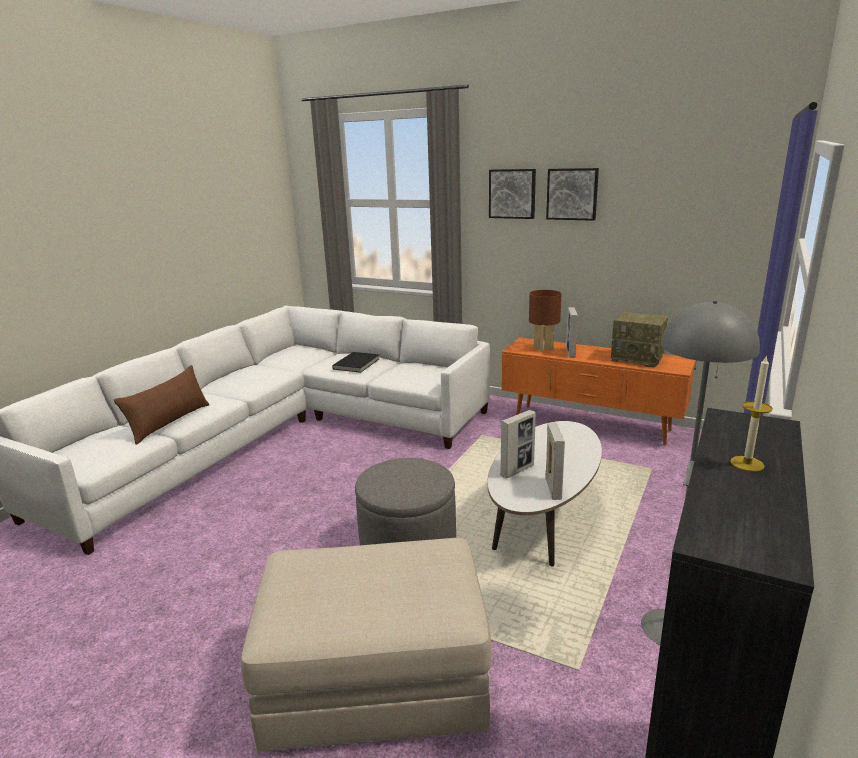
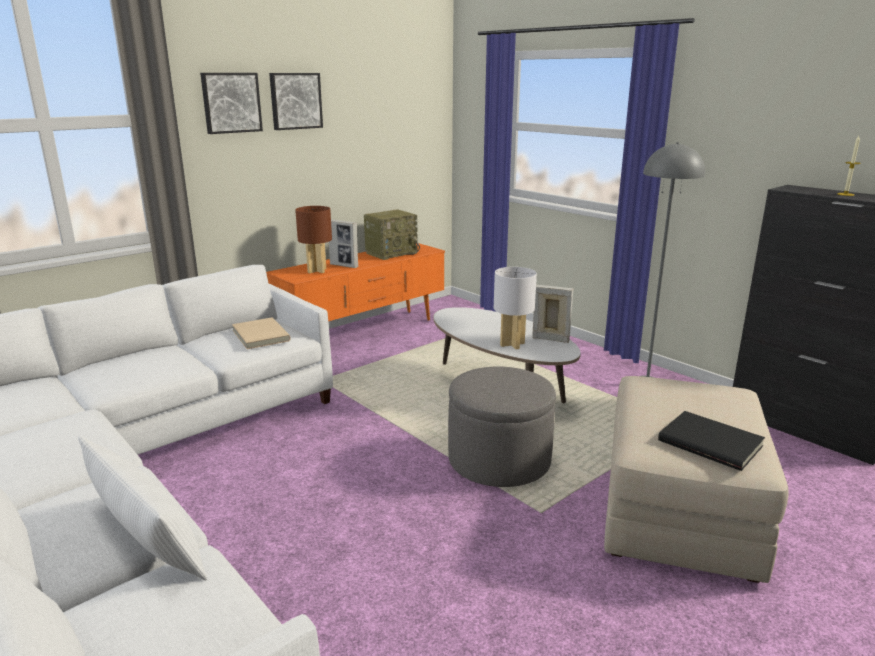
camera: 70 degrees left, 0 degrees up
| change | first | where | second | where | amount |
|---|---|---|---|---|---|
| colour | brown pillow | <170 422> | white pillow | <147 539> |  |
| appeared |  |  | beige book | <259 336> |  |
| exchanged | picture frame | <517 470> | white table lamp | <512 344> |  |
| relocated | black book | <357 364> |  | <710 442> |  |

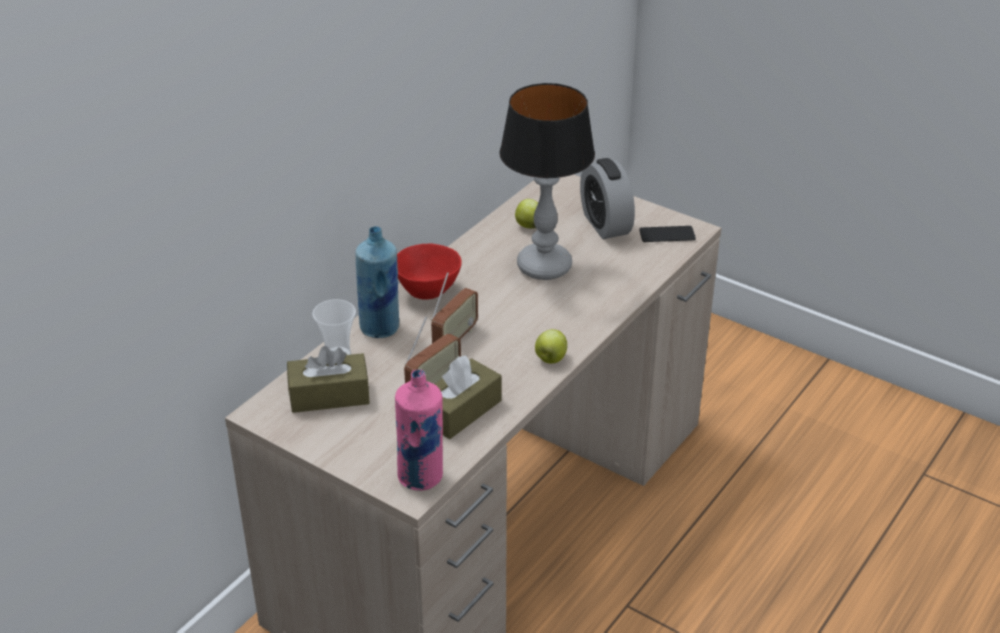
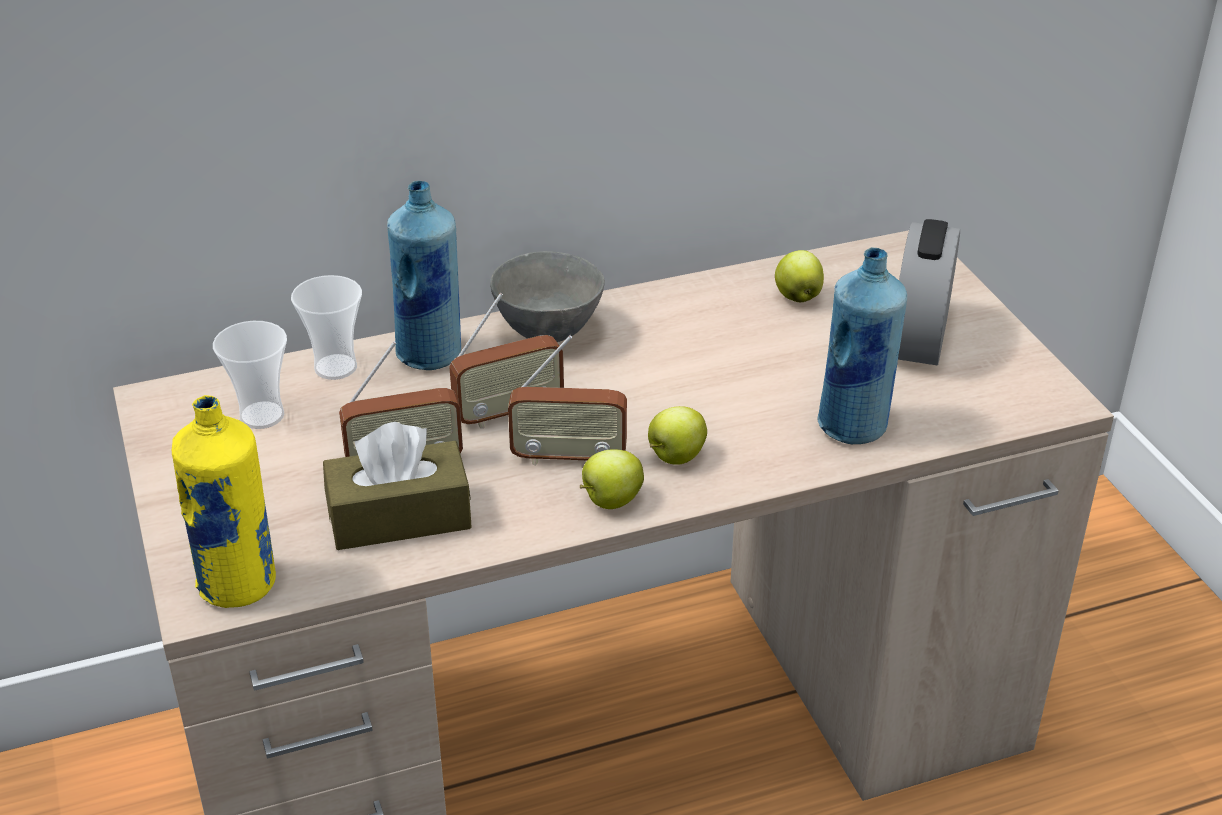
camera: 35 degrees right, 0 degrees up
| change | first | where | second | where | amount |
|---|---|---|---|---|---|
| colour | pink bottle | <421 477> | yellow bottle | <238 585> |  |
| exchanged | brown tissue box | <329 395> | cup | <262 416> |  |
| colour | red bowl | <428 292> | grey bowl | <549 332> |  |
| appeared |  |  | radio | <568 458> |  |
| appeared |  |  | apple | <675 457> |  |
| appeared |  |  | blue bottle | <853 427> |  |
| missing | table lamp | <543 266> |  |  |  |
| missing | phone | <667 235> |  |  |  |

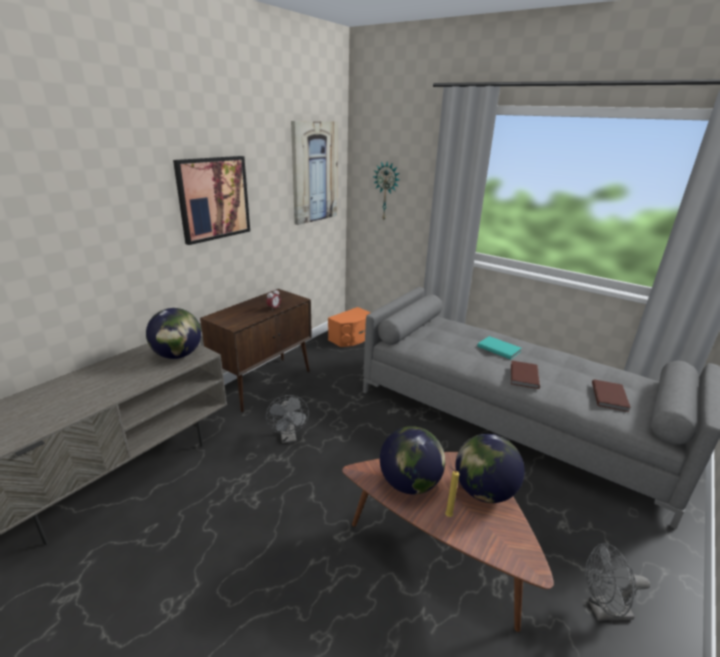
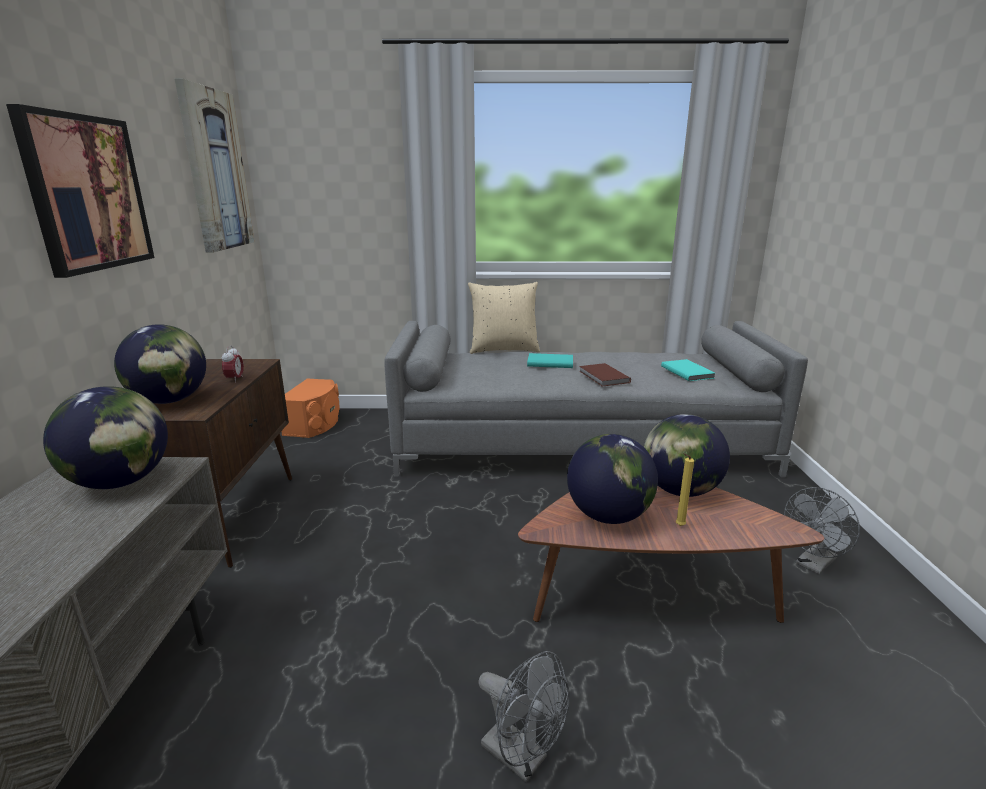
camera: 35 degrees left, 5 degrees down
| change | first | where | second | where | amount |
|---|---|---|---|---|---|
| appeared |  |  | globe | <170 401> |  |
| appeared |  |  | beige pillow | <503 349> |  |
| relocated | grey fan | <289 438> |  | <522 758> |  |
| colour | brown book | <610 396> | turquoise book | <687 372> |  |
| missing | wall clock | <386 191> |  |  |  |

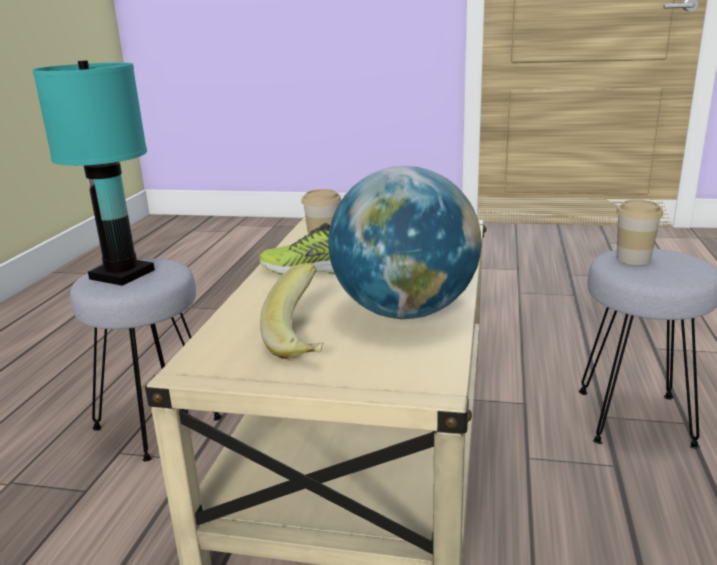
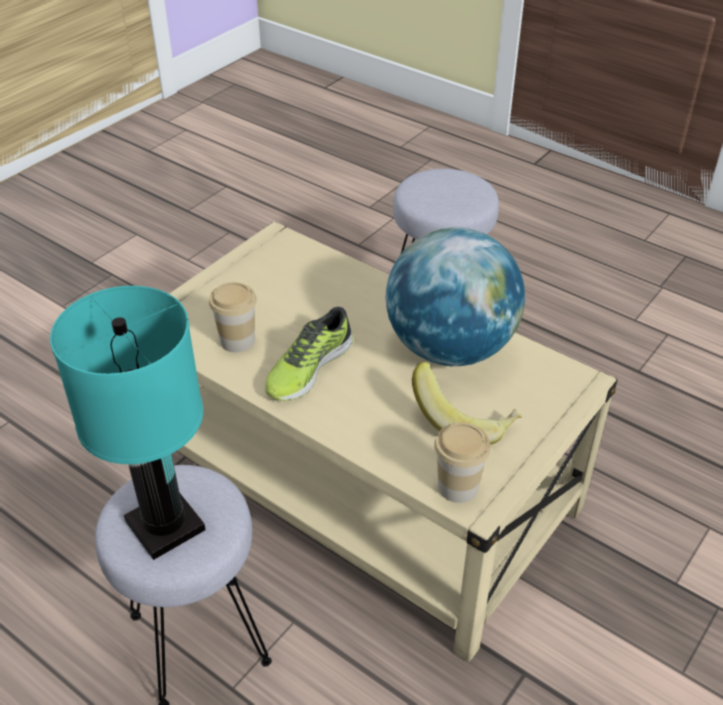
camera: 65 degrees left, 20 degrees up
| change | first | where | second | where | amount |
|---|---|---|---|---|---|
| relocated | cup | <633 259> |  | <458 487> |  |

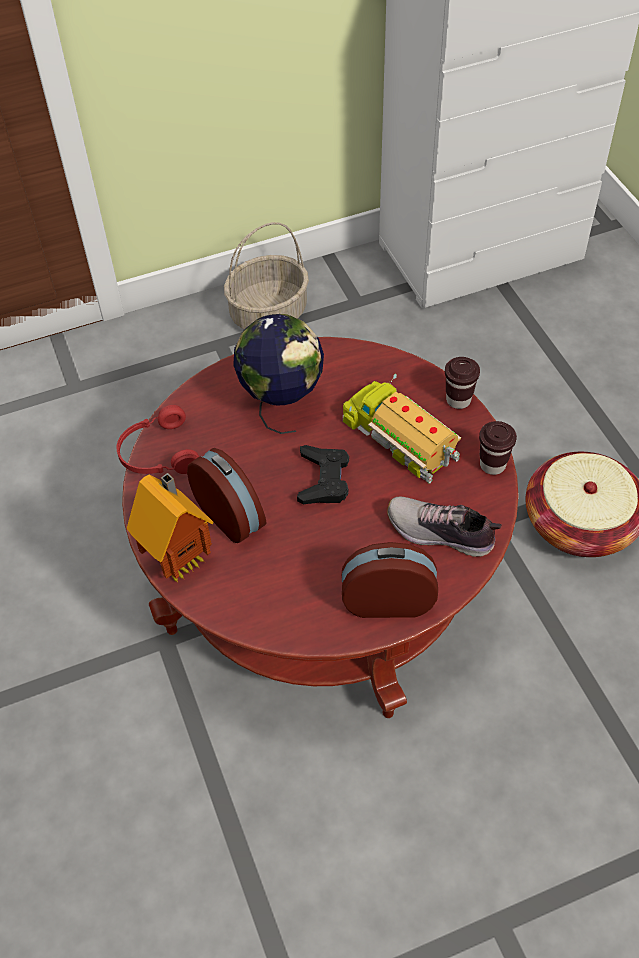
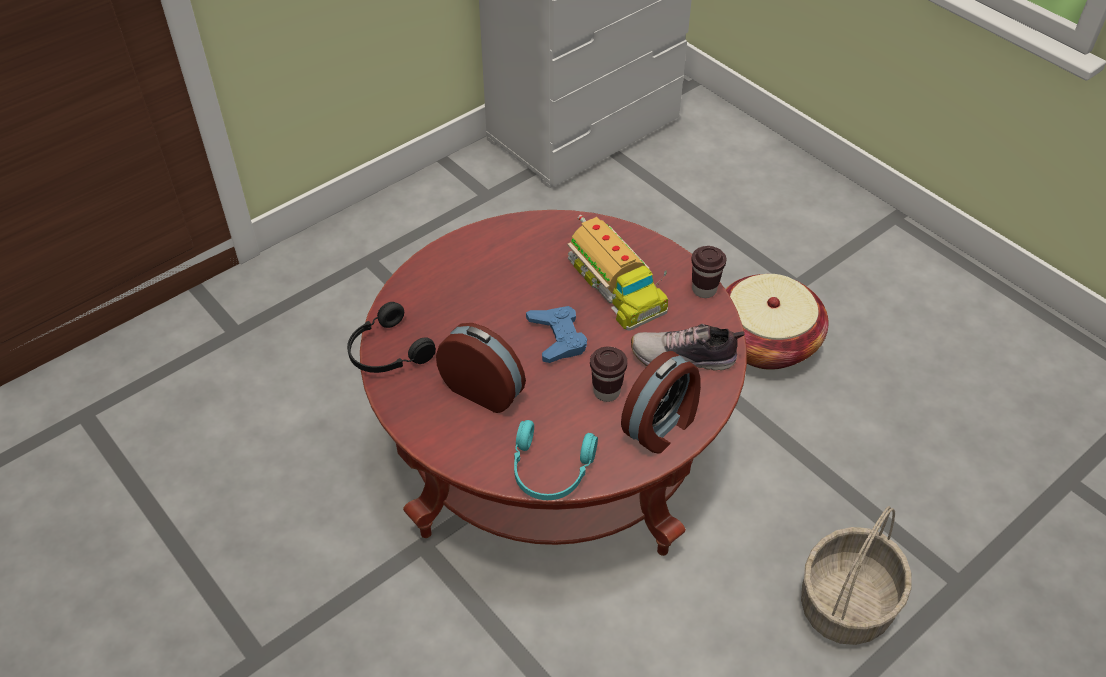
camera: 20 degrees left, 5 degrees down
| change | first | where | second | where | amount |
|---|---|---|---|---|---|
| colour | red headphones | <157 453> | black headphones | <387 352> |  |
| appeared |  |  | turquoise headphones | <550 471> |  |
| colour | black game controller | <323 479> | blue game controller | <557 337> |  |
| spun | toy truck | <402 438> |  | <614 286> | 150 degrees counterclockwise |
| relocated | brown cup | <458 400> |  | <606 392> |  |
| spun | alarm clock | <388 599> |  | <661 426> | 150 degrees clockwise |
| relocated | basket | <268 314> |  | <846 605> |  |
| missing | toy house | <181 560> |  |  |  |
| missing | globe | <282 405> |  |  |  |

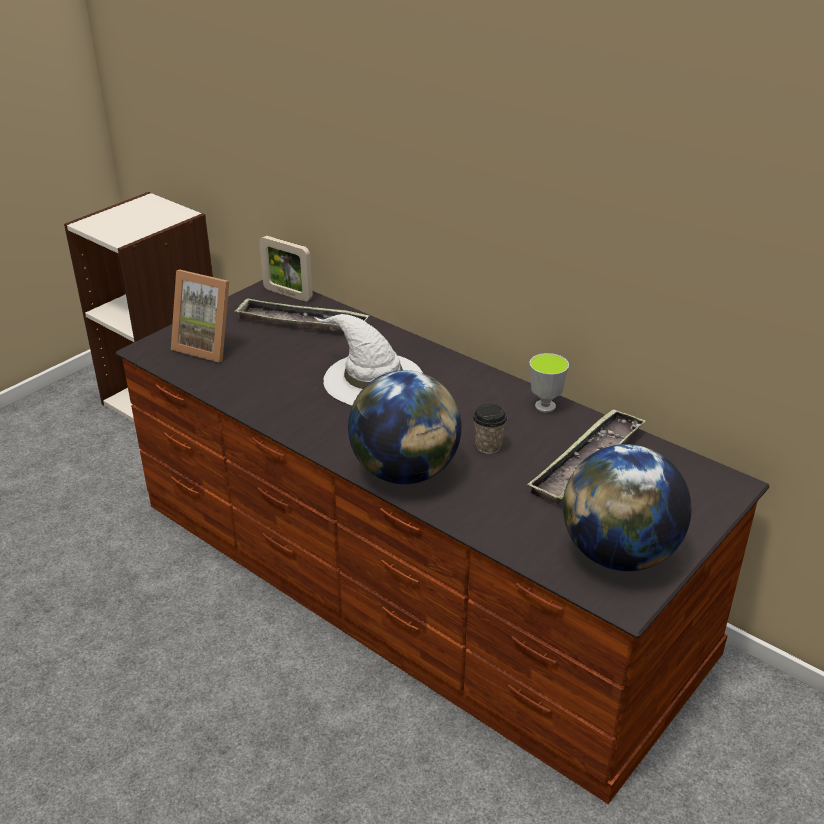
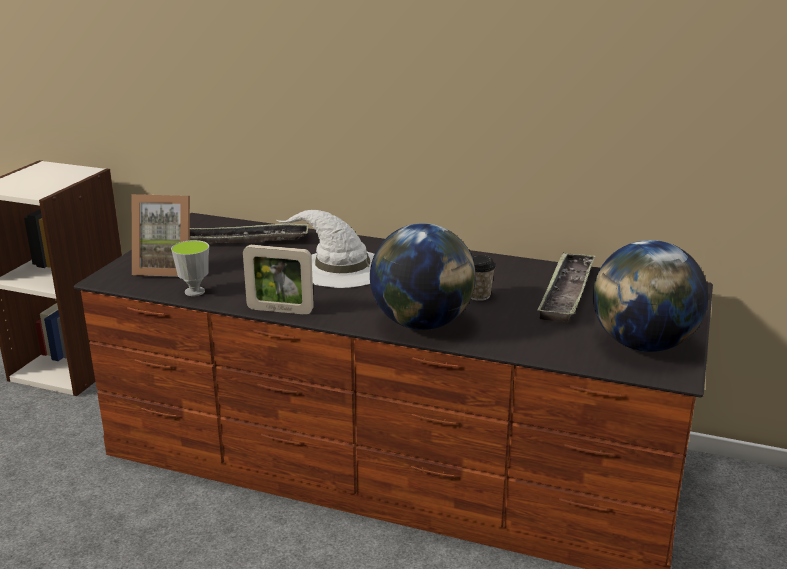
camera: 20 degrees left, 10 degrees down
| change | first | where | second | where | amount |
|---|---|---|---|---|---|
| relocated | cup | <545 406> |  | <194 292> |  |
| relocated | picture frame | <288 294> |  | <280 310> |  |

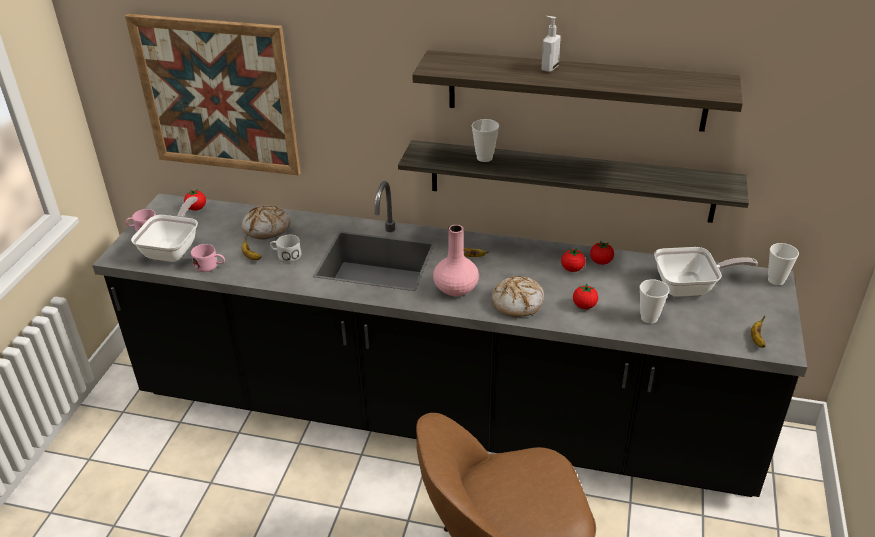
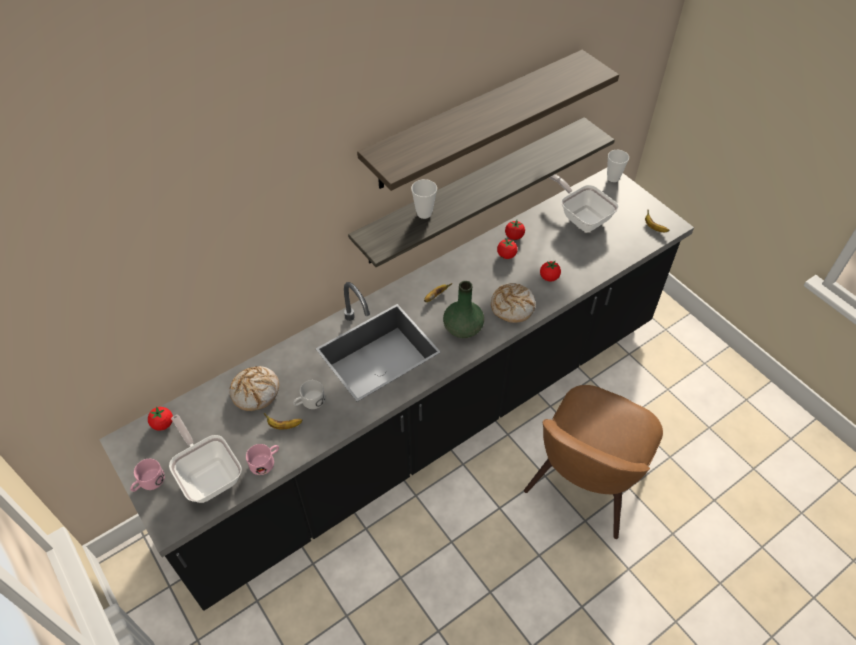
camera: 50 degrees left, 15 degrees up
| change | first | where | second | where | amount |
|---|---|---|---|---|---|
| colour | pink vase | <456 289> | green vase | <463 328> |  |
| spun | frying pan | <690 287> |  | <582 217> | 75 degrees counterclockwise |
| missing | picture | <217 95> |  |  |  |
| missing | soap dispenser | <549 68> |  |  |  |
| missing | cup | <649 318> |  |  |  |

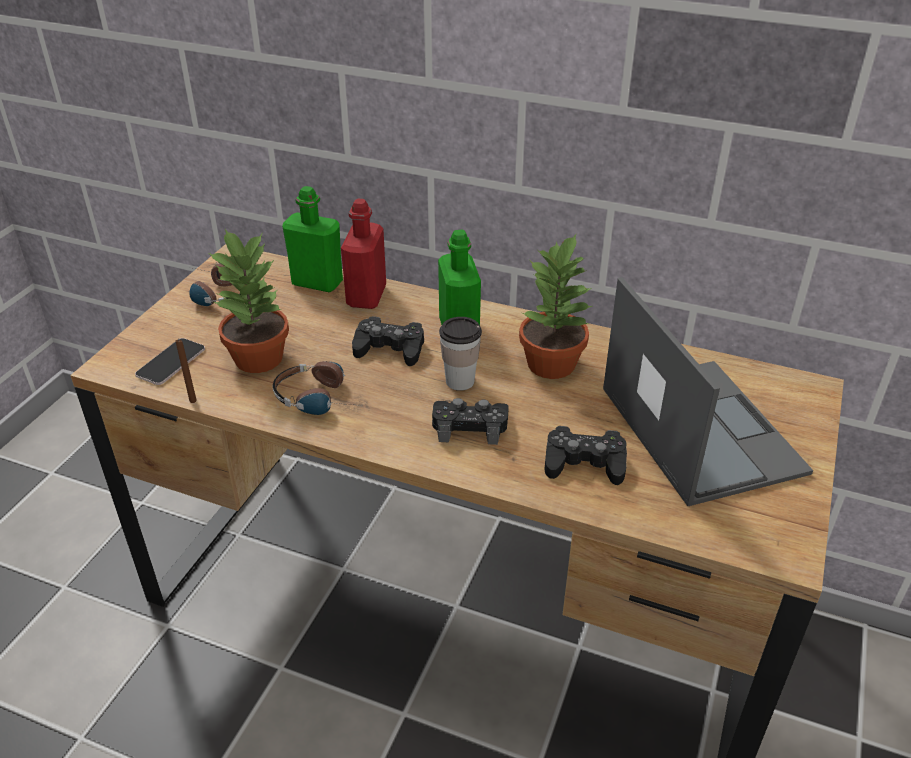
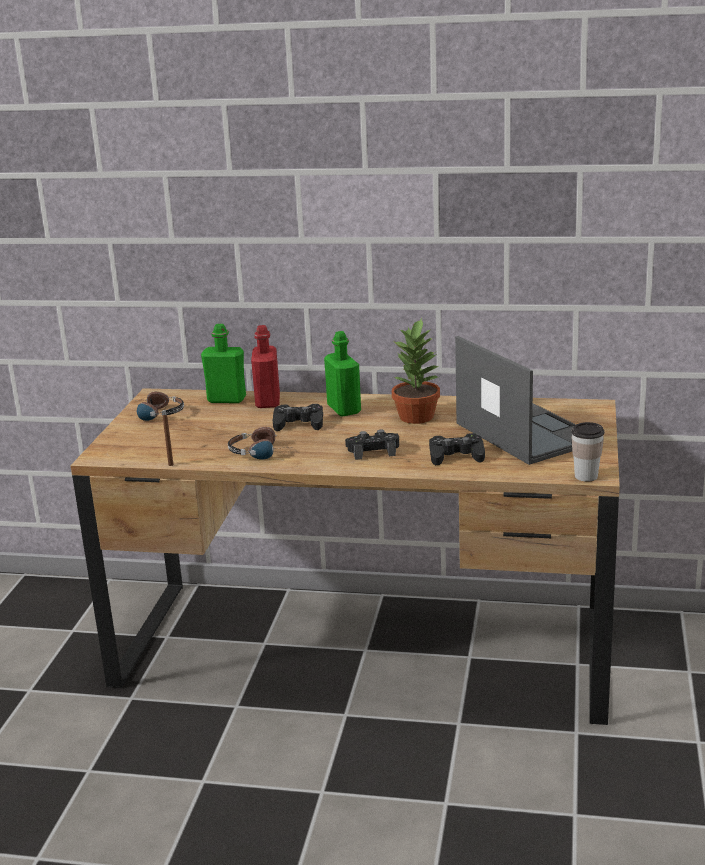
camera: 10 degrees left, 15 degrees down
| change | first | where | second | where | amount |
|---|---|---|---|---|---|
| relocated | cup | <460 381> |  | <586 476> |  |
| missing | phone | <171 362> |  |  |  |
| missing | potted plant | <259 357> |  |  |  |

